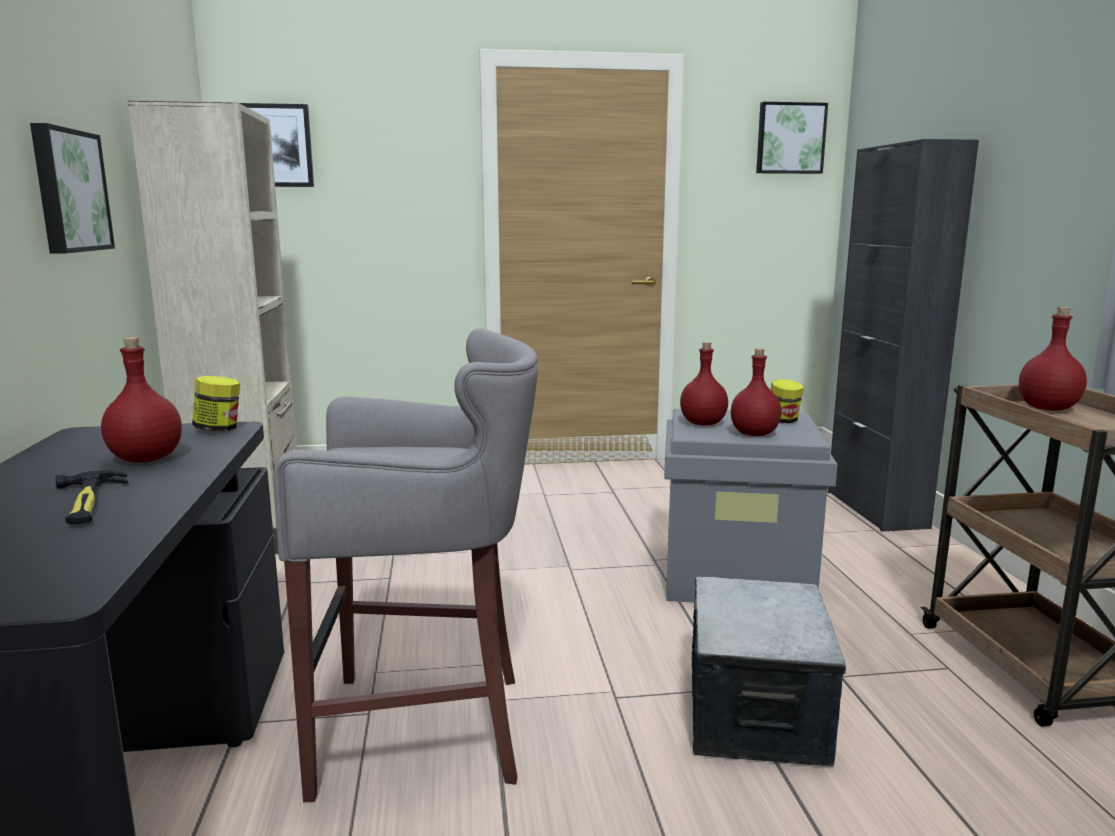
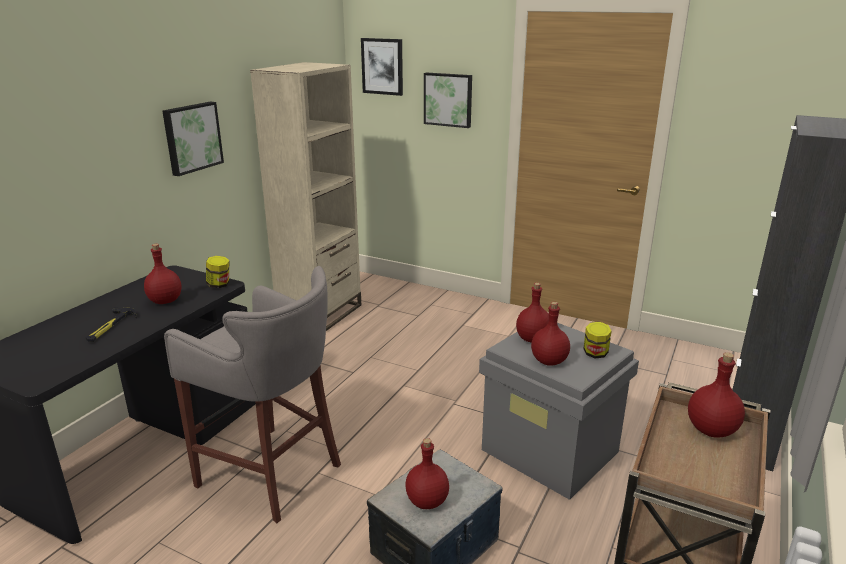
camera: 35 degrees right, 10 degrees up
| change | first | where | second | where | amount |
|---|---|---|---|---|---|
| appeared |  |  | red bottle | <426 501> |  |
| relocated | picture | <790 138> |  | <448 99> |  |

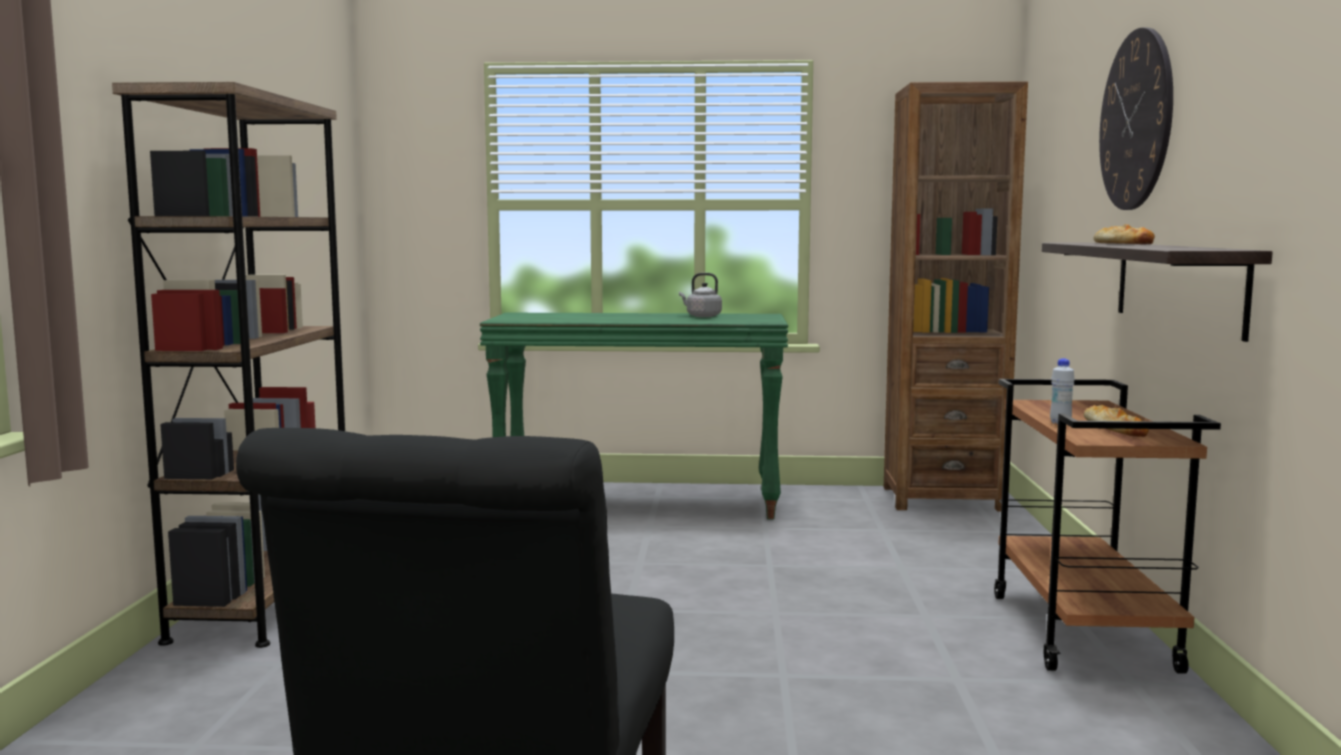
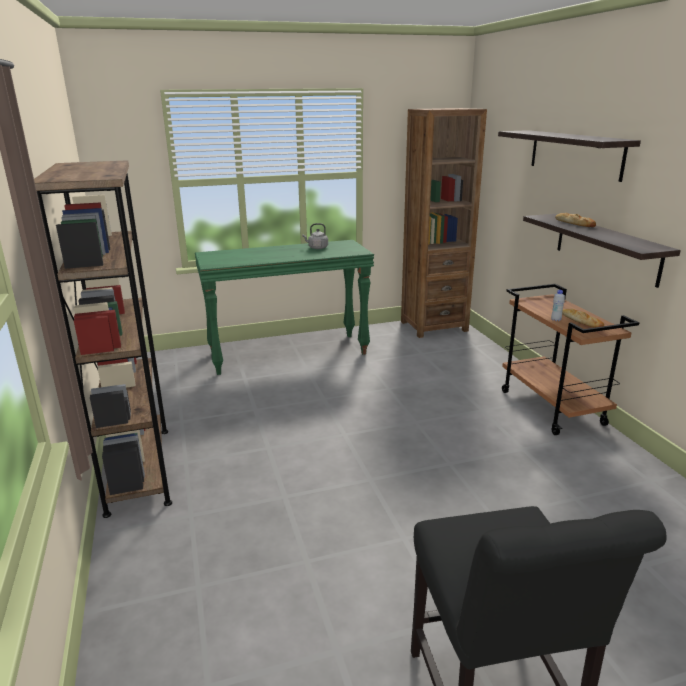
camera: 20 degrees left, 15 degrees up
| change | first | where | second | where | amount |
|---|---|---|---|---|---|
| exchanged | wall clock | <1136 120> | shelf | <575 154> |  |

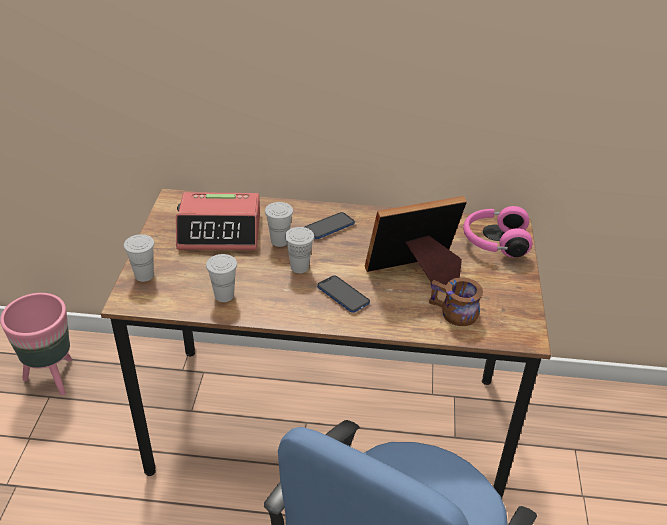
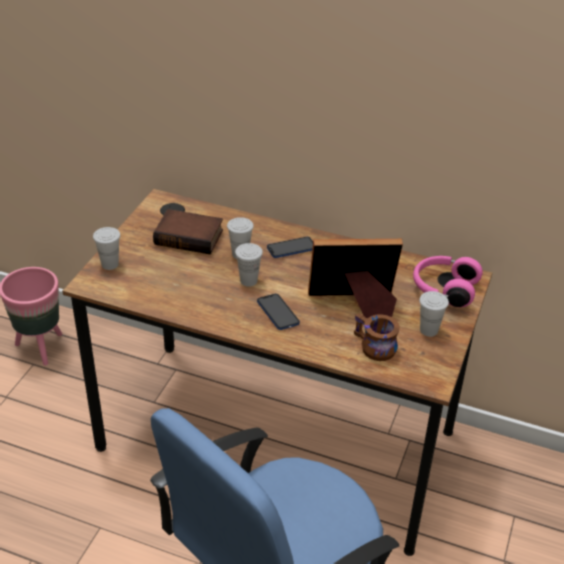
camera: 15 degrees right, 0 degrees up
| change | first | where | second | where | amount |
|---|---|---|---|---|---|
| exchanged | alarm clock | <220 231> | book | <190 236> |  |
| relocated | white cup | <224 295> |  | <429 330> |  |

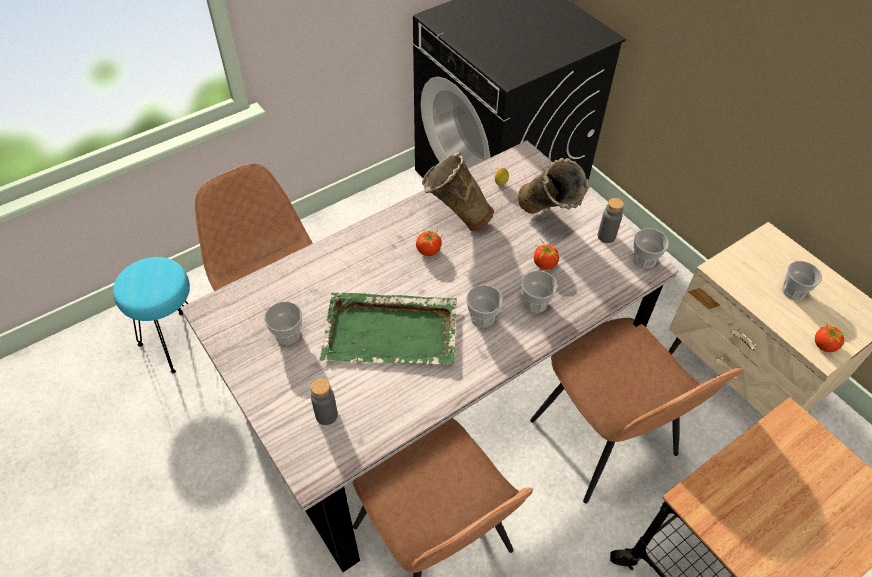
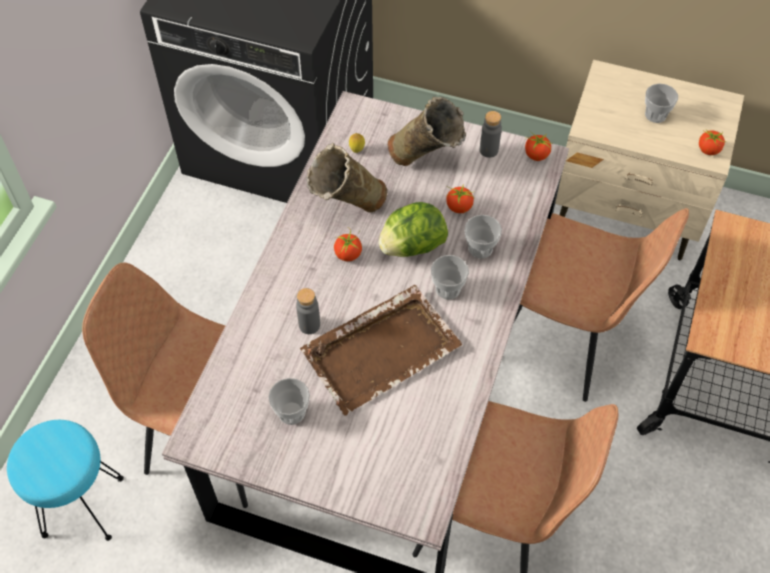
camera: 35 degrees left, 5 degrees up
| change | first | where | second | where | amount |
|---|---|---|---|---|---|
| relocated | grey bottle | <326 415> |  | <309 325> |  |
| colour | green tray | <392 332> | brown tray | <382 350> |  |
| appeared |  |  | lettuce | <412 246> |  |
| exchanged | cup | <644 260> | tomato | <536 155> |  |

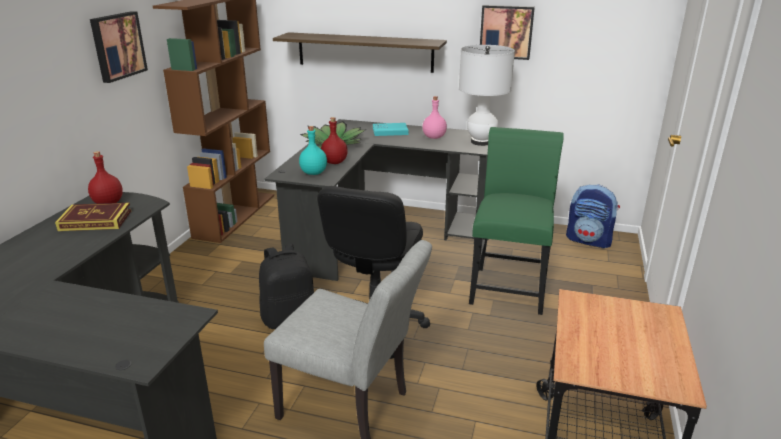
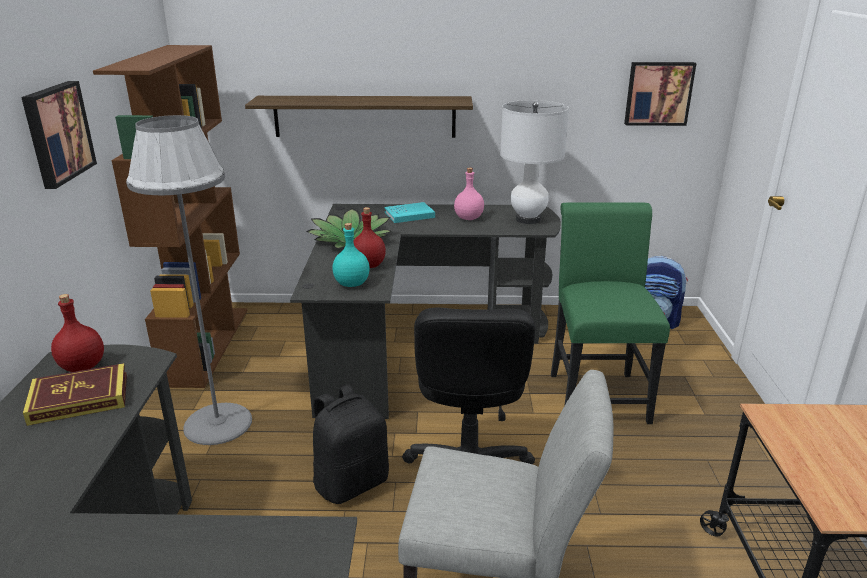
camera: 15 degrees left, 0 degrees up
| change | first | where | second | where | amount |
|---|---|---|---|---|---|
| appeared |  |  | grey floor lamp | <218 423> |  |
| relocated | picture | <506 32> |  | <658 93> |  |

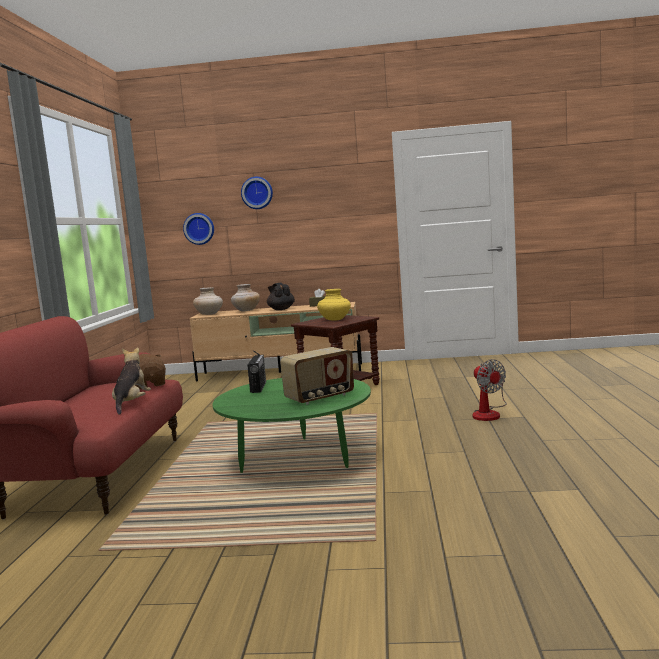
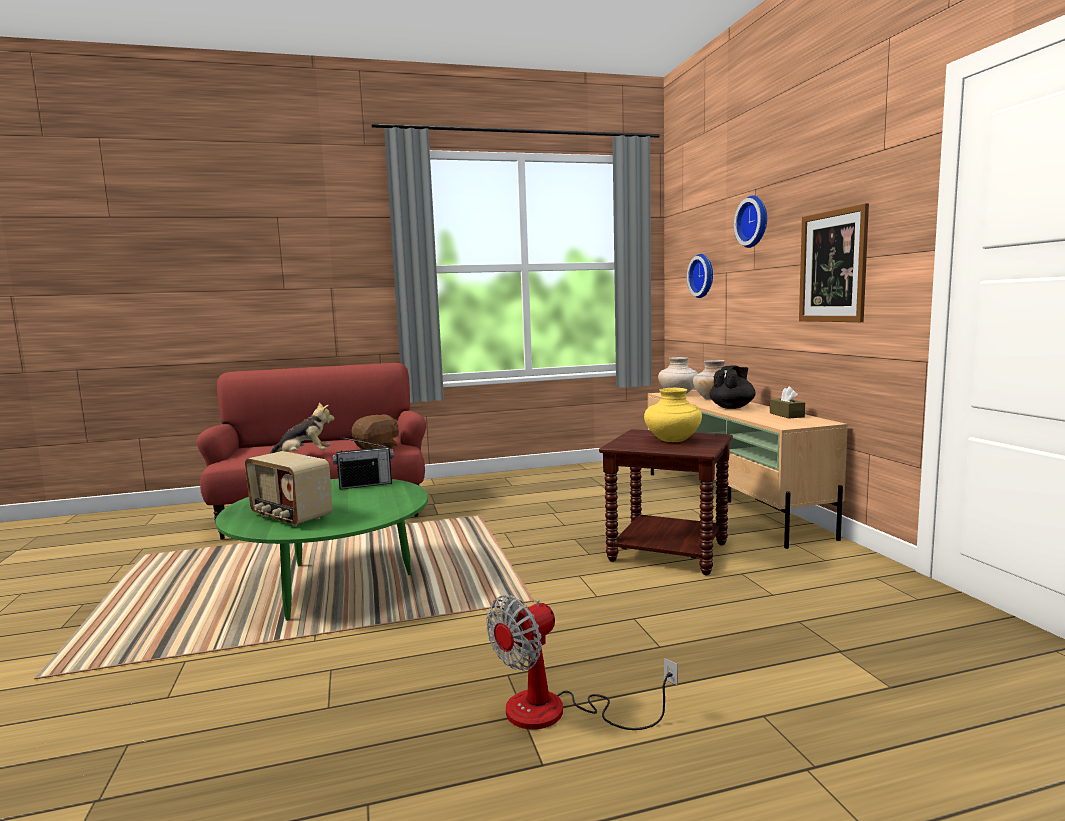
camera: 70 degrees right, 0 degrees up
| change | first | where | second | where | amount |
|---|---|---|---|---|---|
| appeared |  |  | picture | <832 266> |  |

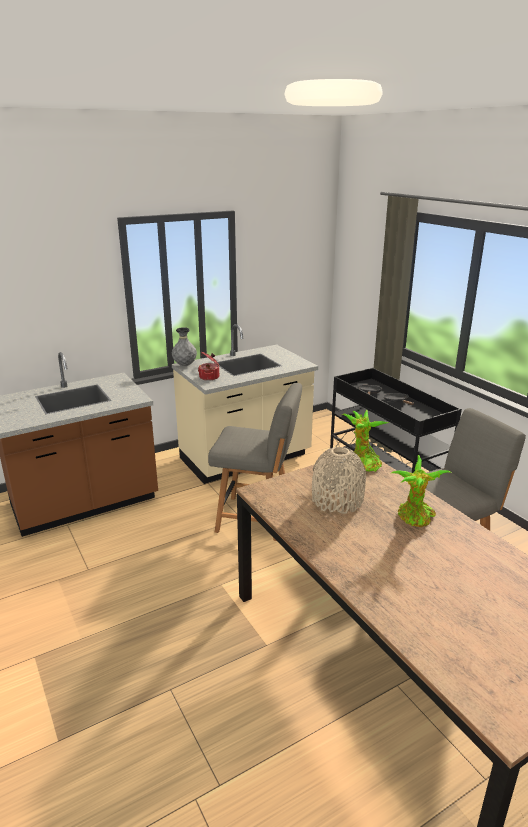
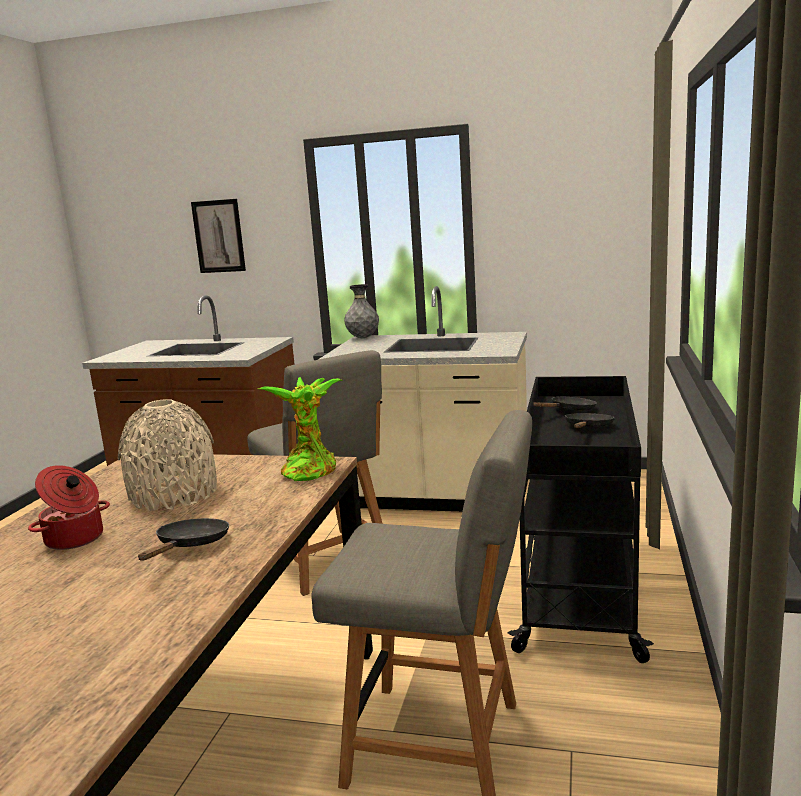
camera: 45 degrees right, 10 degrees down
| change | first | where | second | where | amount |
|---|---|---|---|---|---|
| relocated | cooking pot | <210 377> |  | <75 539> |  |
| exchanged | potted plant | <415 518> | black frying pan | <190 546> |  |
| appeared |  |  | picture | <218 236> |  |

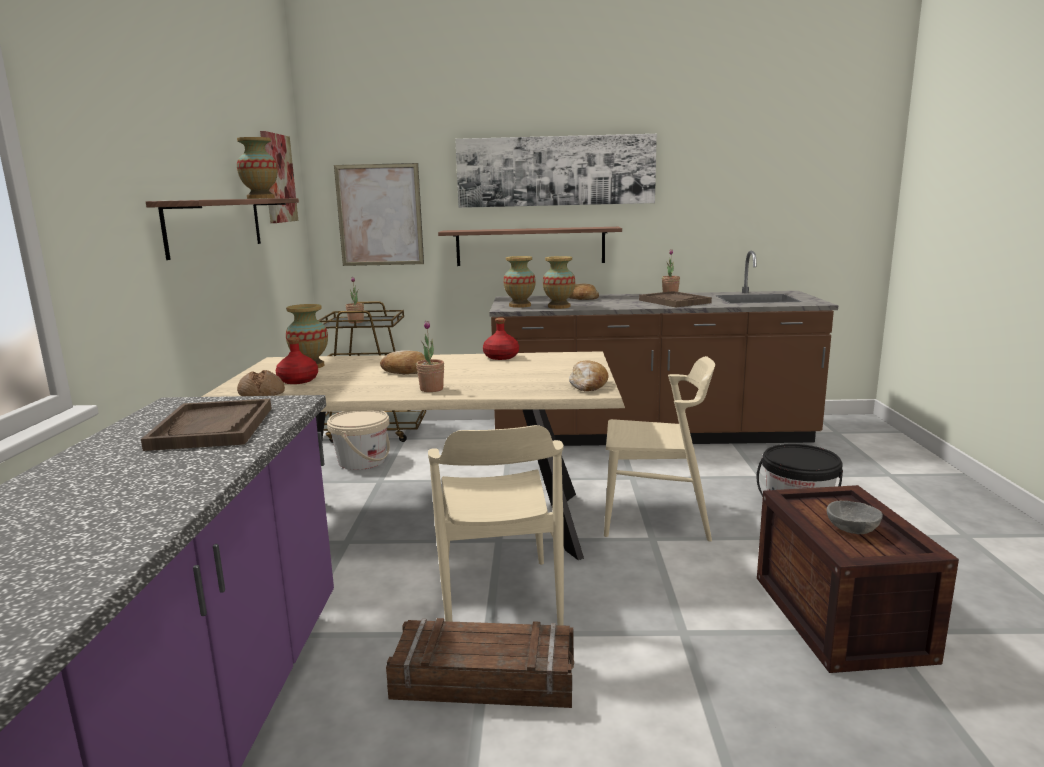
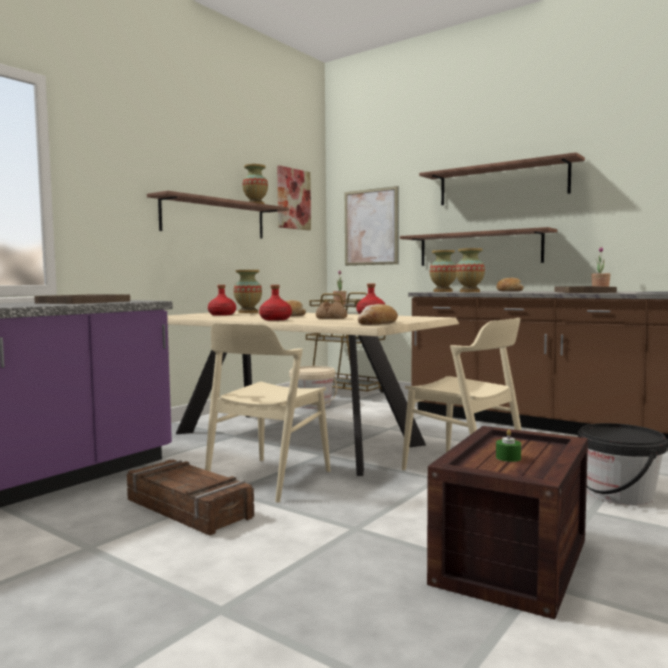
camera: 35 degrees right, 10 degrees down
| change | first | where | second | where | amount |
|---|---|---|---|---|---|
| exchanged | potted plant | <431 389> | red bottle | <275 319> |  |
| relocated | bread | <261 393> |  | <331 318> |  |
| exchanged | picture | <555 171> | shelf | <502 183> |  |
| exchanged | grey bowl | <852 529> | green candle | <508 458> |  |

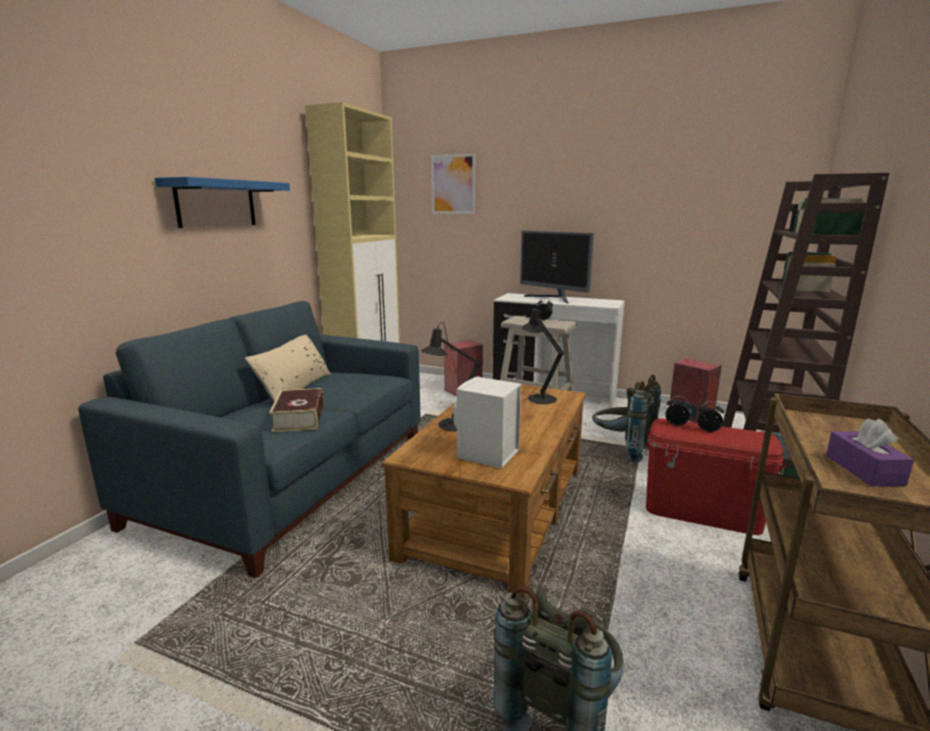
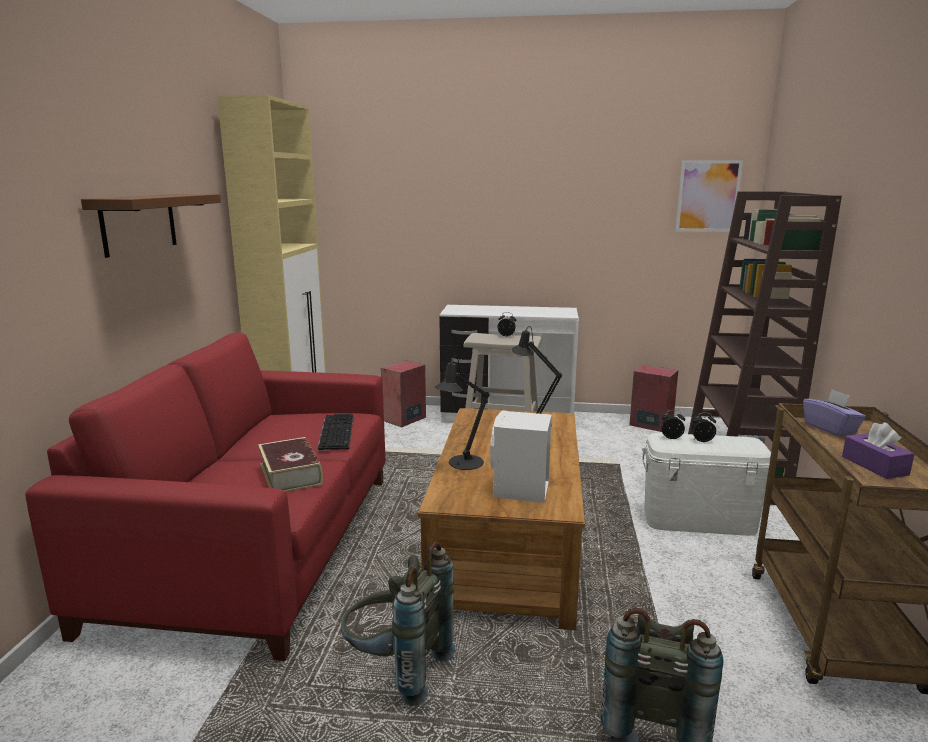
camera: 15 degrees left, 0 degrees up
| change | first | where | second | where | amount |
|---|---|---|---|---|---|
| colour | blue sofa | <291 478> | red sofa | <258 545> |  |
| colour | blue shelf | <216 203> | brown shelf | <139 223> |  |
| appeared |  |  | keyboard | <335 431> |  |
| relocated | grey backpack | <621 449> |  | <397 670> |  |
| colour | red storage box | <701 512> | white storage box | <698 520> |  |
| relocated | picture | <453 184> |  | <708 196> |  |
| appeared |  |  | purple tissue box | <830 428> |  |
| missing | beige pillow | <294 389> |  |  |  |
| missing | monitor | <554 299> |  |  |  |

